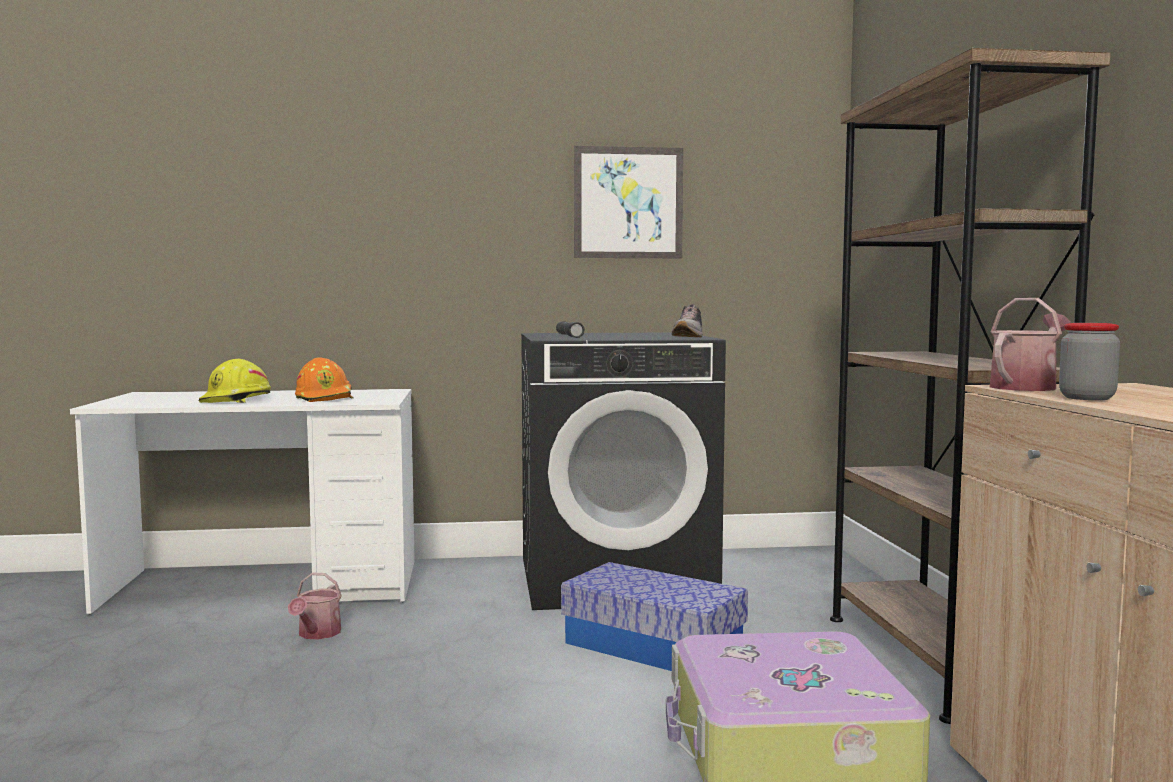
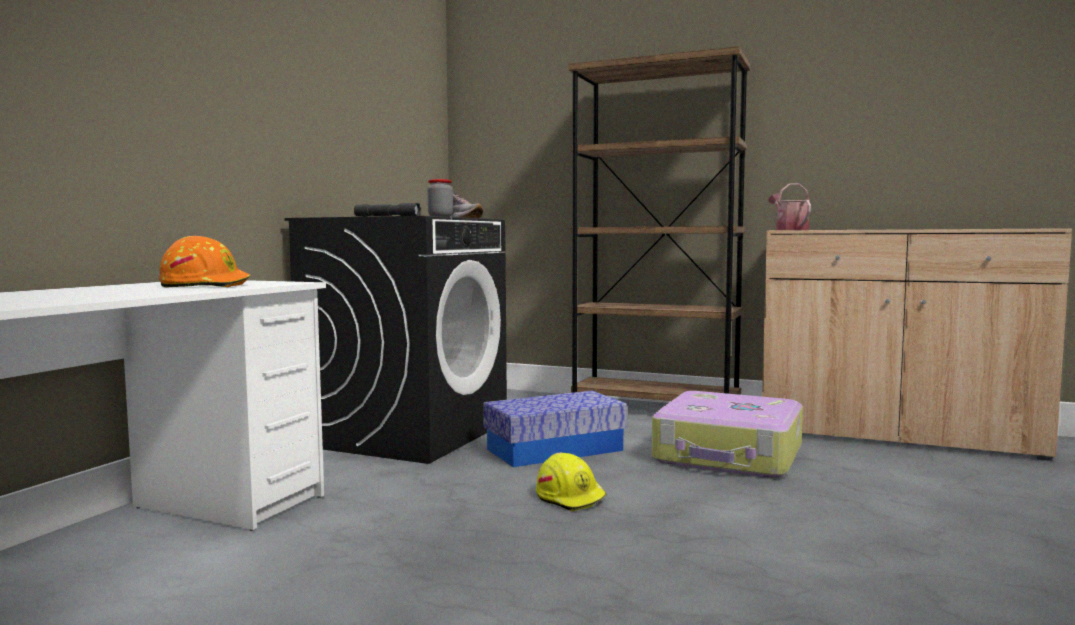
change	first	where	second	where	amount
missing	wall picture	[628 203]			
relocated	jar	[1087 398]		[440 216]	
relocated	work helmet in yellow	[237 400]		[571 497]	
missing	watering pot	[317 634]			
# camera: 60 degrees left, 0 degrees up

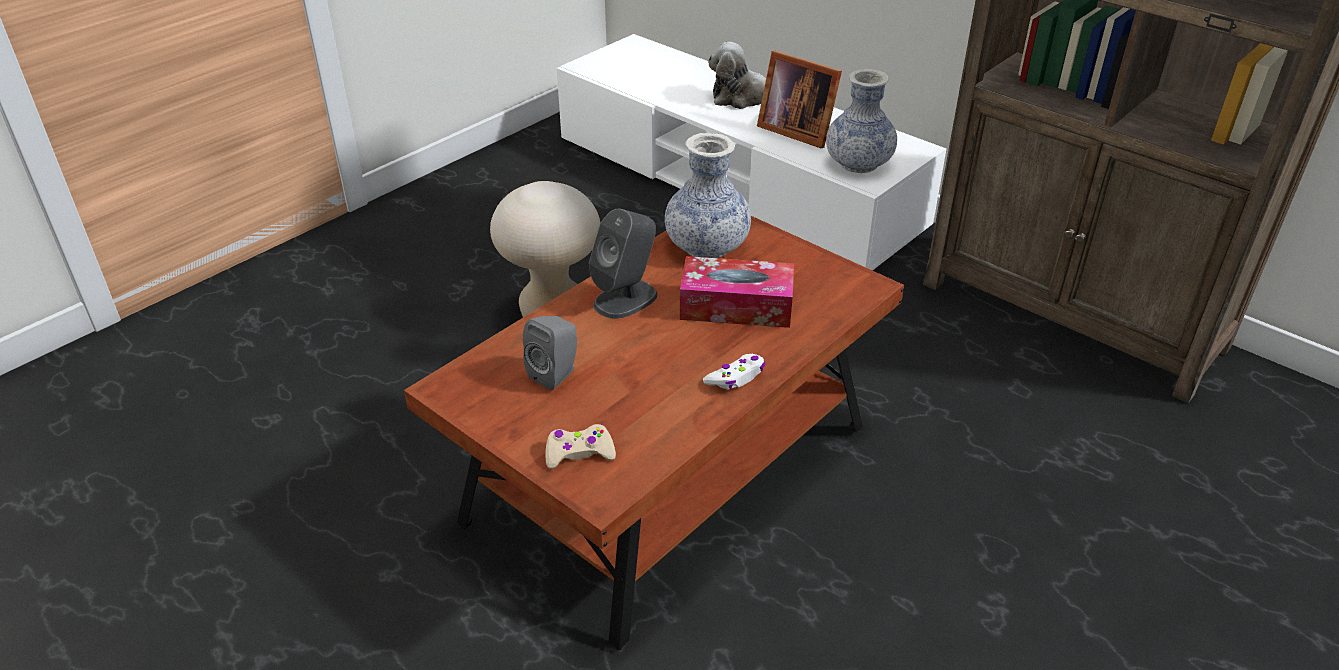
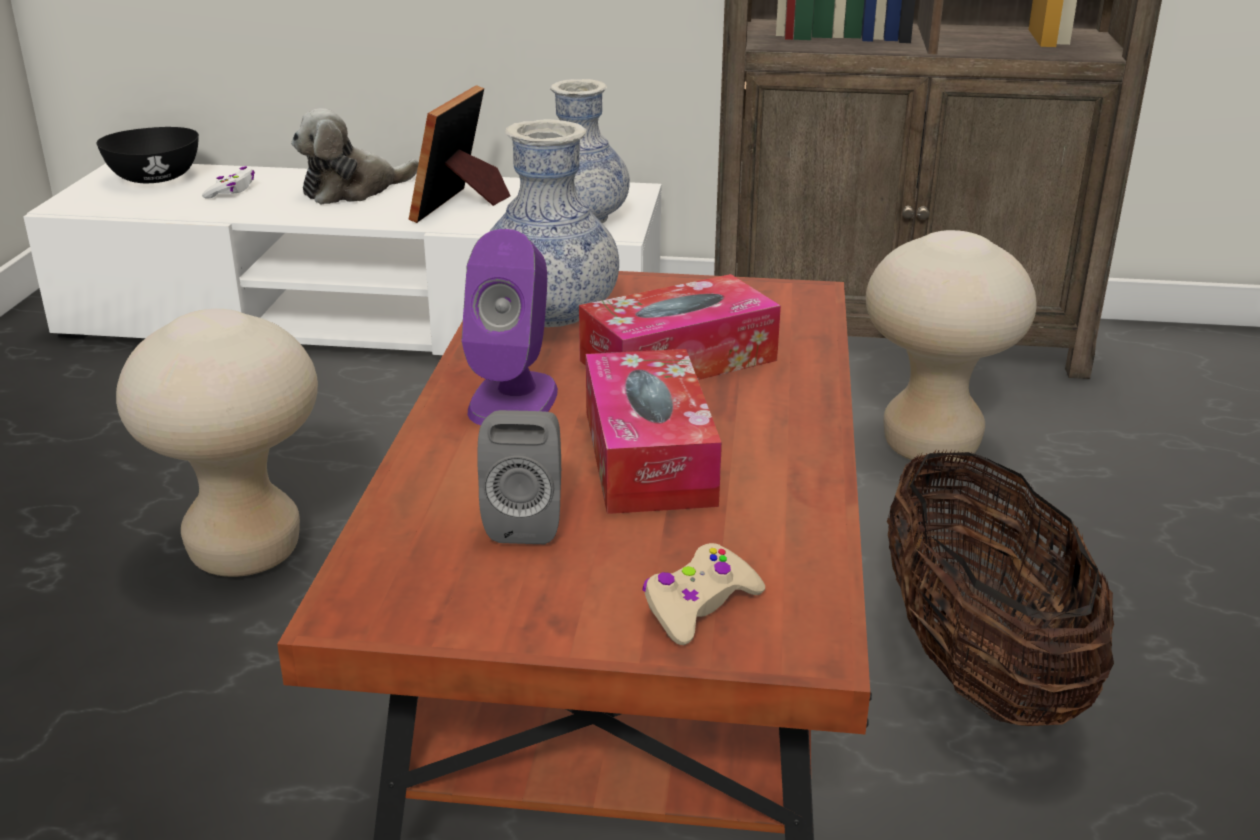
change	first	where	second	where	amount
spun	photo frame	[795 130]		[461 206]	105 degrees clockwise
colour	speaker in greyish	[626 299]	speaker in purple	[513 399]	
relocated	gamepad in whitish	[736 377]		[231 191]	
appeared			bowl in black	[154 179]	
appeared			stool seat in sand-coloured	[930 447]	
appeared			box of tissues	[648 456]	
appeared			basket	[976 666]	
# camera: 35 degrees left, 10 degrees down

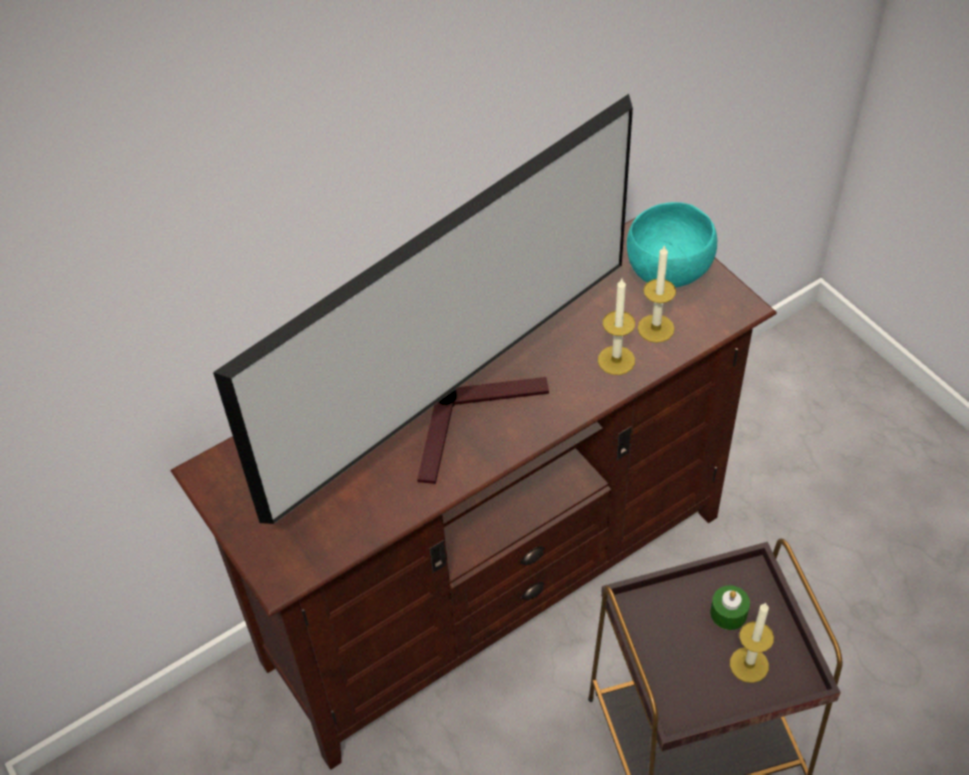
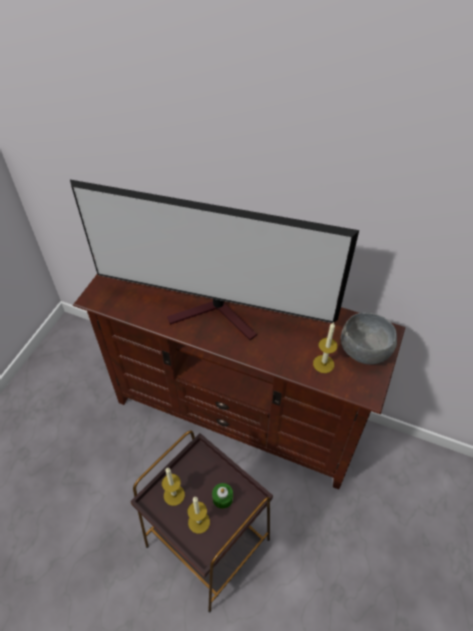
change	first	where	second	where	amount
colour	bowl in blue-green	[669 273]	bowl in greyish	[364 353]	
relocated	candle	[616 360]		[174 495]	
# camera: 55 degrees right, 0 degrees up

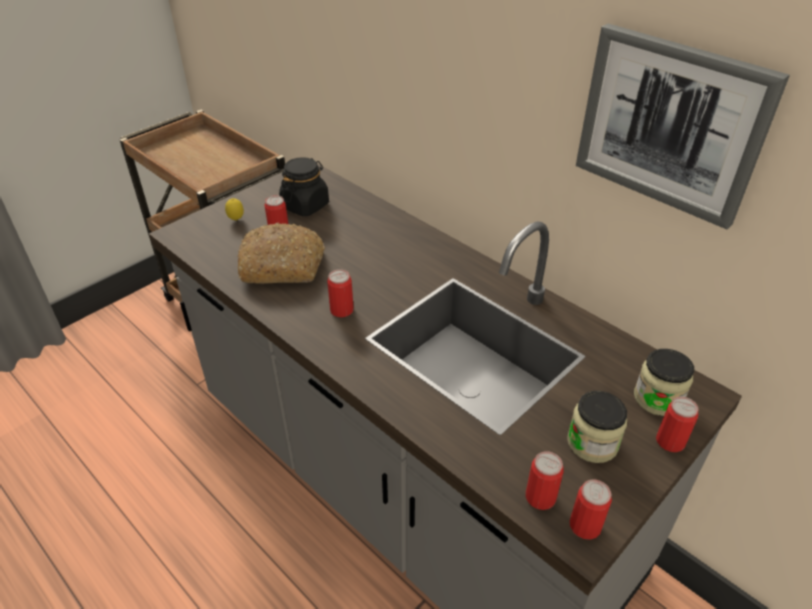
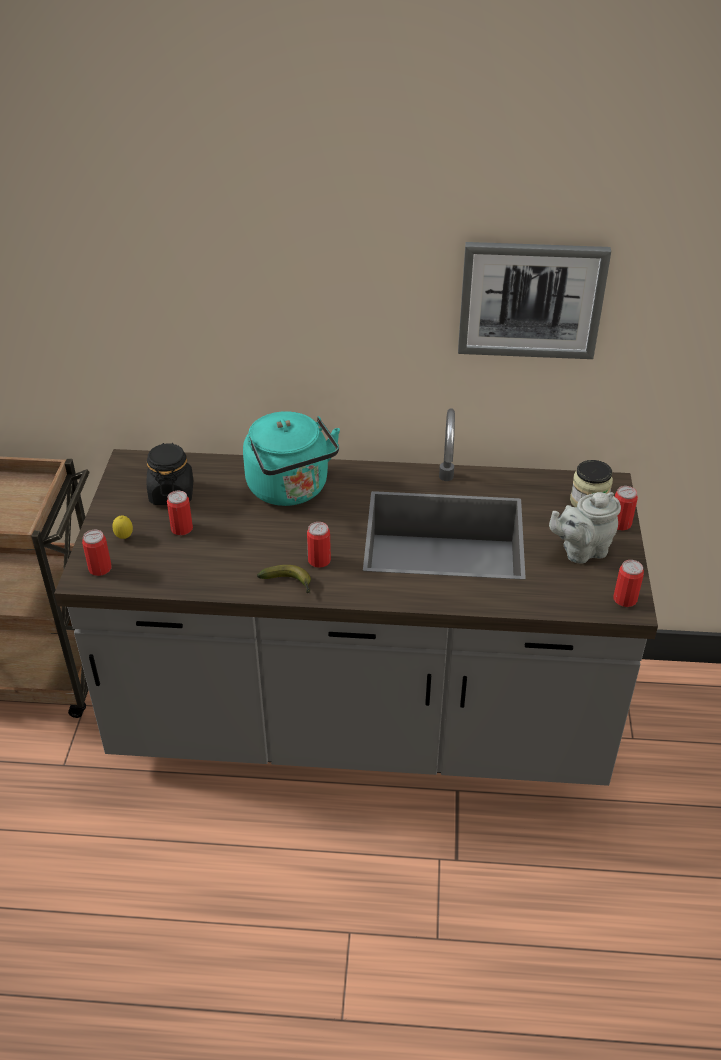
change	first	where	second	where	amount
missing	bread	[283 265]			
exchanged	jar	[592 443]	pot for tea in greyish	[581 551]	
relocated	can	[540 497]		[100 568]	
appeared			water kettle in blue-green	[291 490]	
appeared			banana	[289 583]	
# camera: 40 degrees left, 0 degrees up

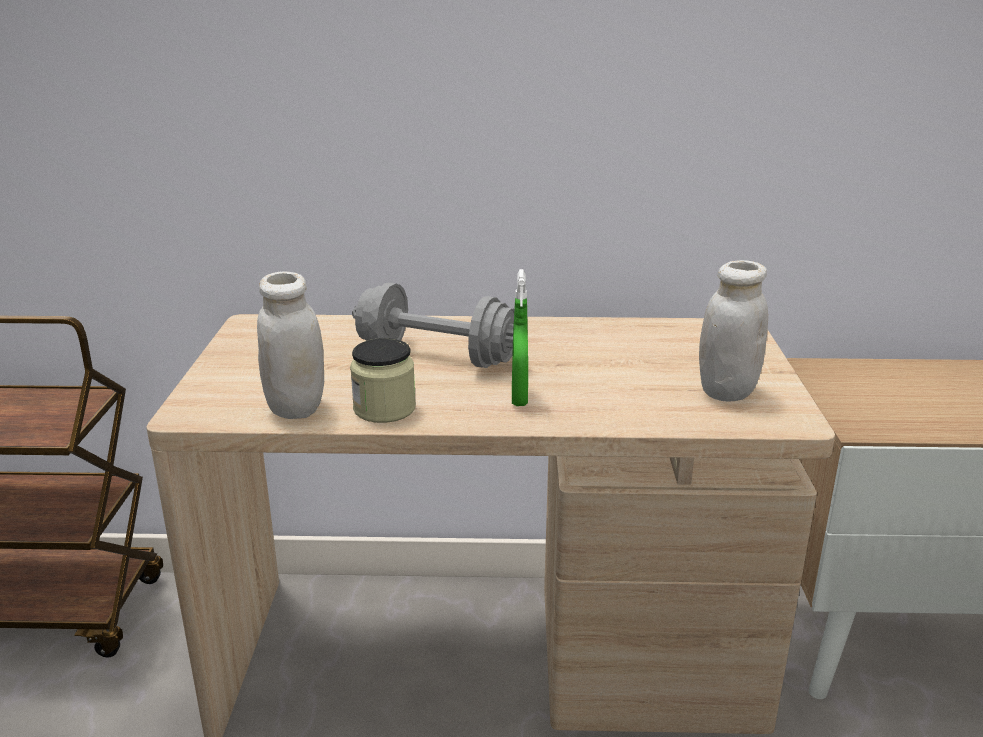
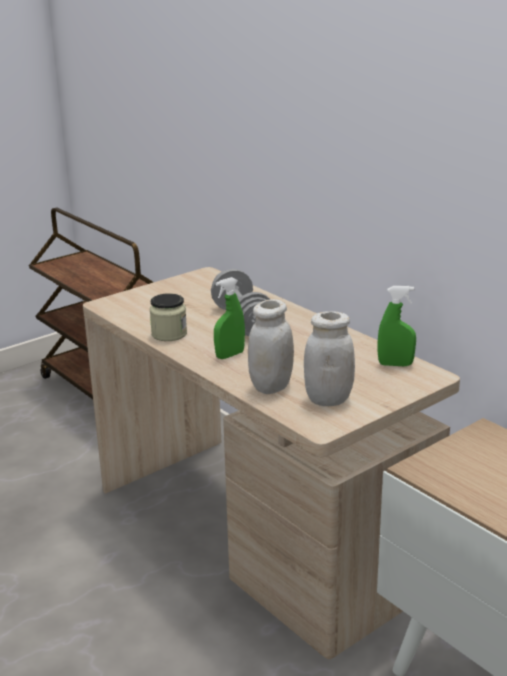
change	first	where	second	where	amount
relocated	jar in whitish	[296 408]		[271 387]	
appeared			hand sprayer in green	[395 364]	
# camera: 50 degrees right, 0 degrees up

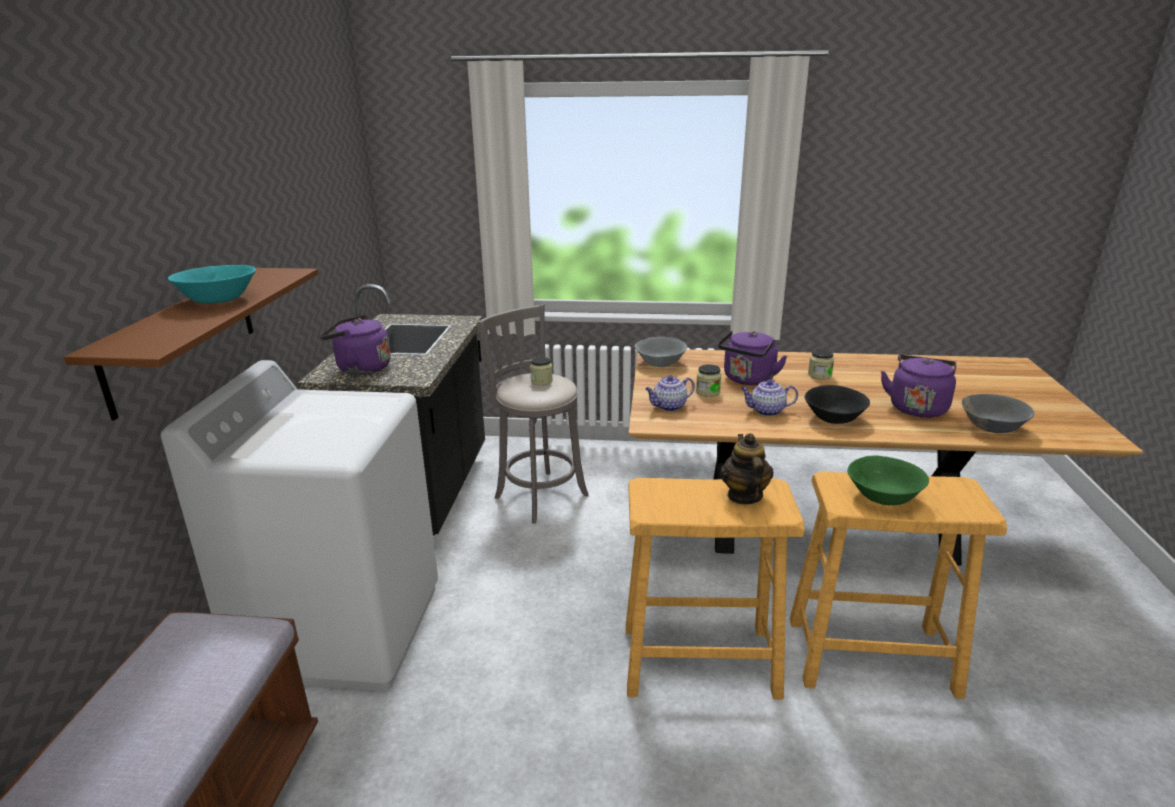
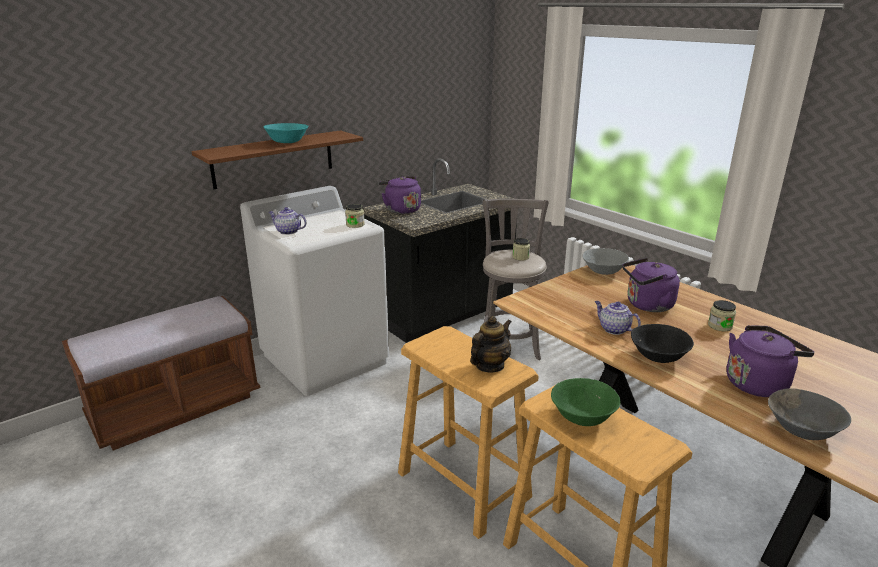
change	first	where	second	where	amount
relocated	jar	[708 392]		[355 225]	
relocated	pot for tea	[669 407]		[288 231]	
# camera: 45 degrees right, 0 degrees up

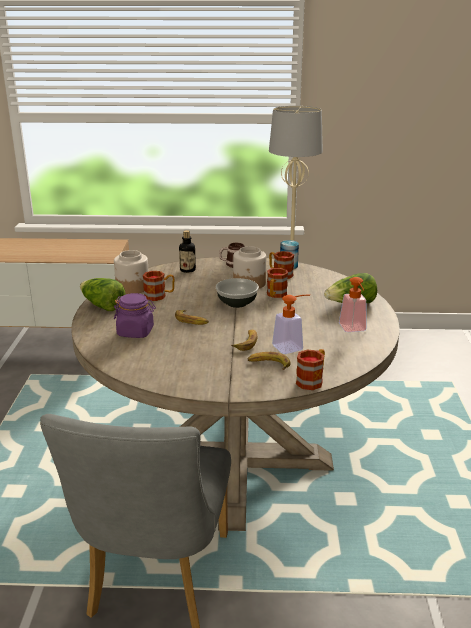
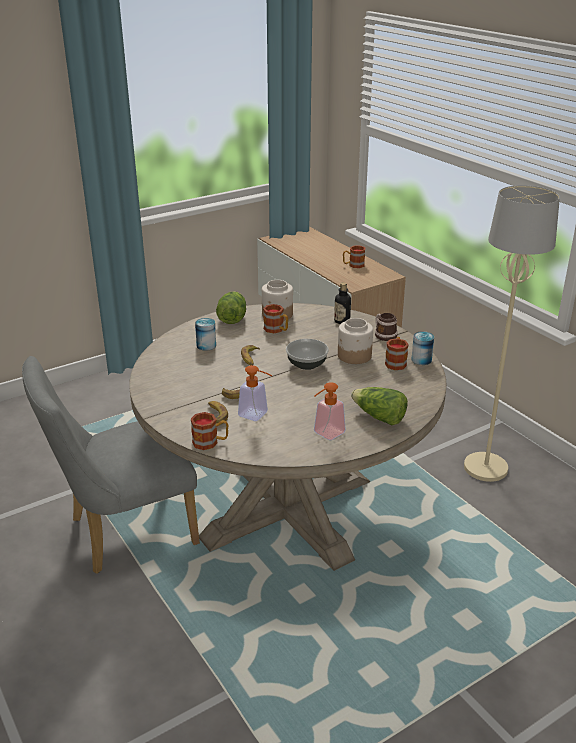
change	first	where	second	where	amount
relocated	mug	[275 295]		[353 265]	
exchanged	jar in purple	[136 332]	can	[206 345]	
# camera: 55 degrees right, 5 degrees up

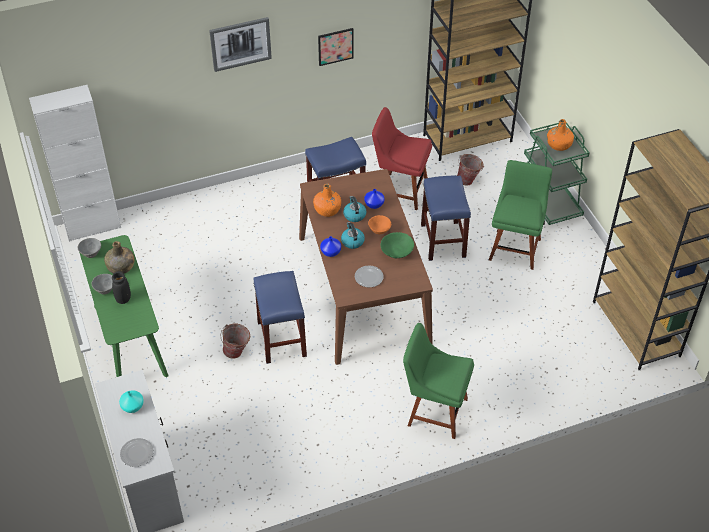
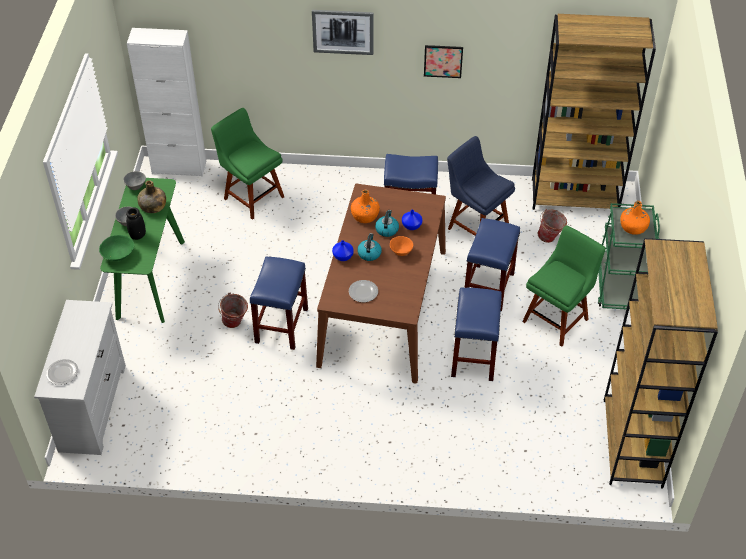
change	first	where	second	where	amount
colour	chair in red	[399 190]	chair in blue	[476 225]	
relocated	bowl in green	[397 252]		[118 254]	
relocated	chair in green	[434 411]		[252 196]	
missing	flower vase in blue-green	[133 407]			
appeared			stool seat in blue	[474 357]	
# camera: 25 degrees right, 0 degrees up

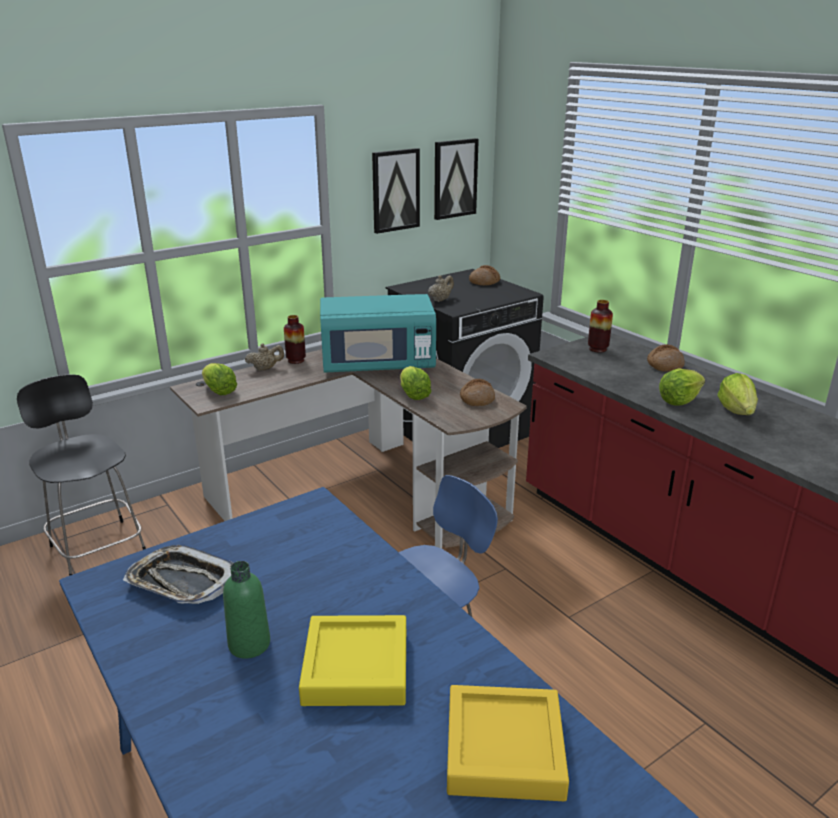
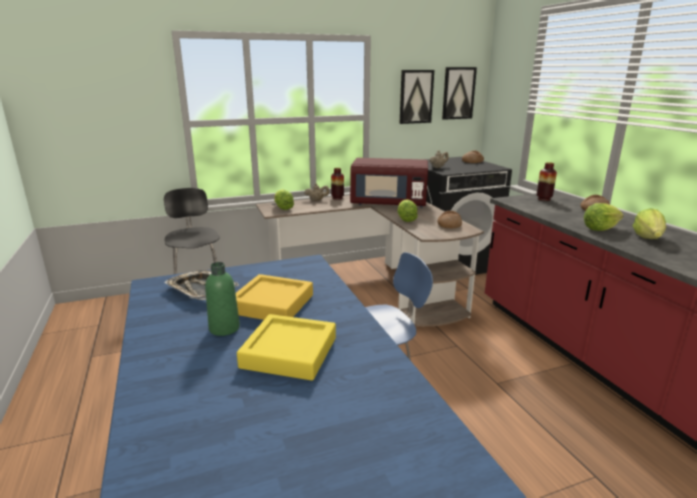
change	first	where	second	where	amount
colour	microwave in blue-green	[378 365]	microwave in red	[389 204]	
relocated	carrying tray in yellow	[504 749]		[272 304]	
# camera: 15 degrees right, 5 degrees down

